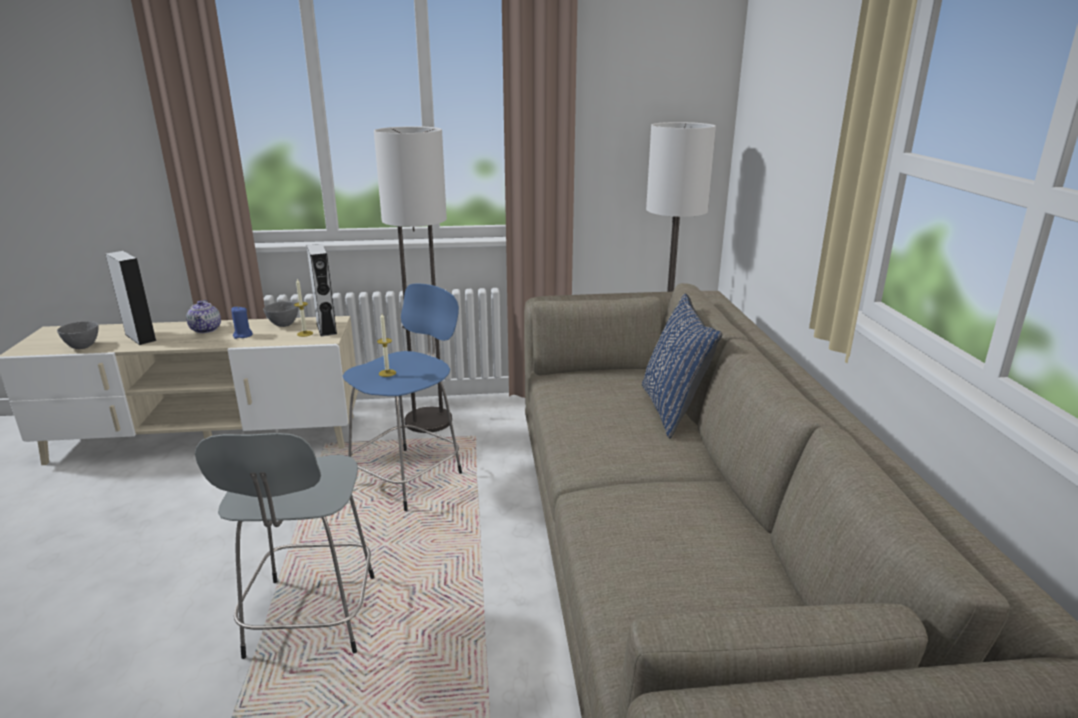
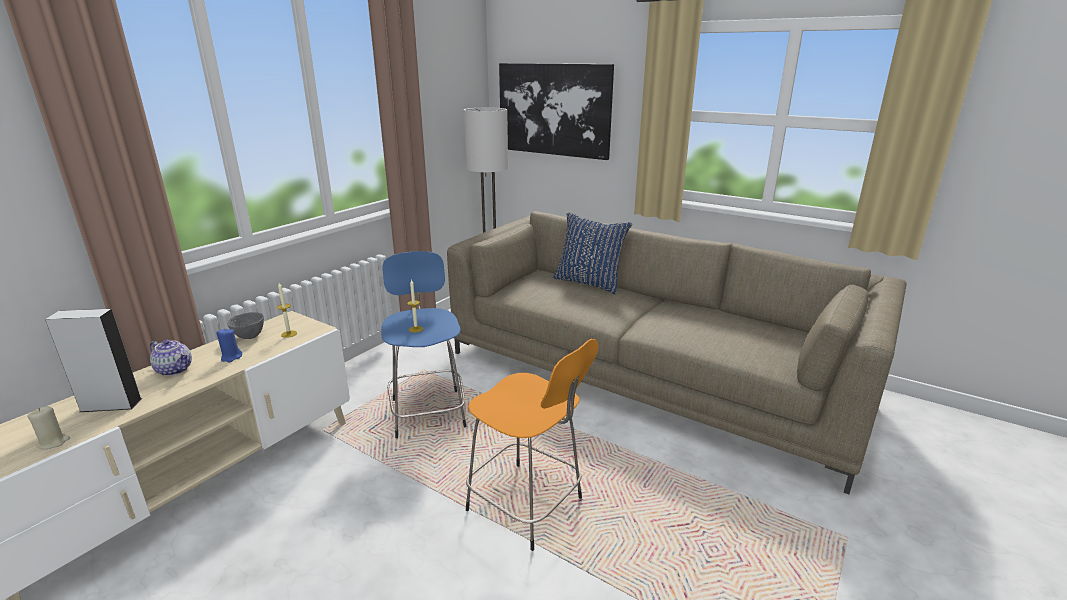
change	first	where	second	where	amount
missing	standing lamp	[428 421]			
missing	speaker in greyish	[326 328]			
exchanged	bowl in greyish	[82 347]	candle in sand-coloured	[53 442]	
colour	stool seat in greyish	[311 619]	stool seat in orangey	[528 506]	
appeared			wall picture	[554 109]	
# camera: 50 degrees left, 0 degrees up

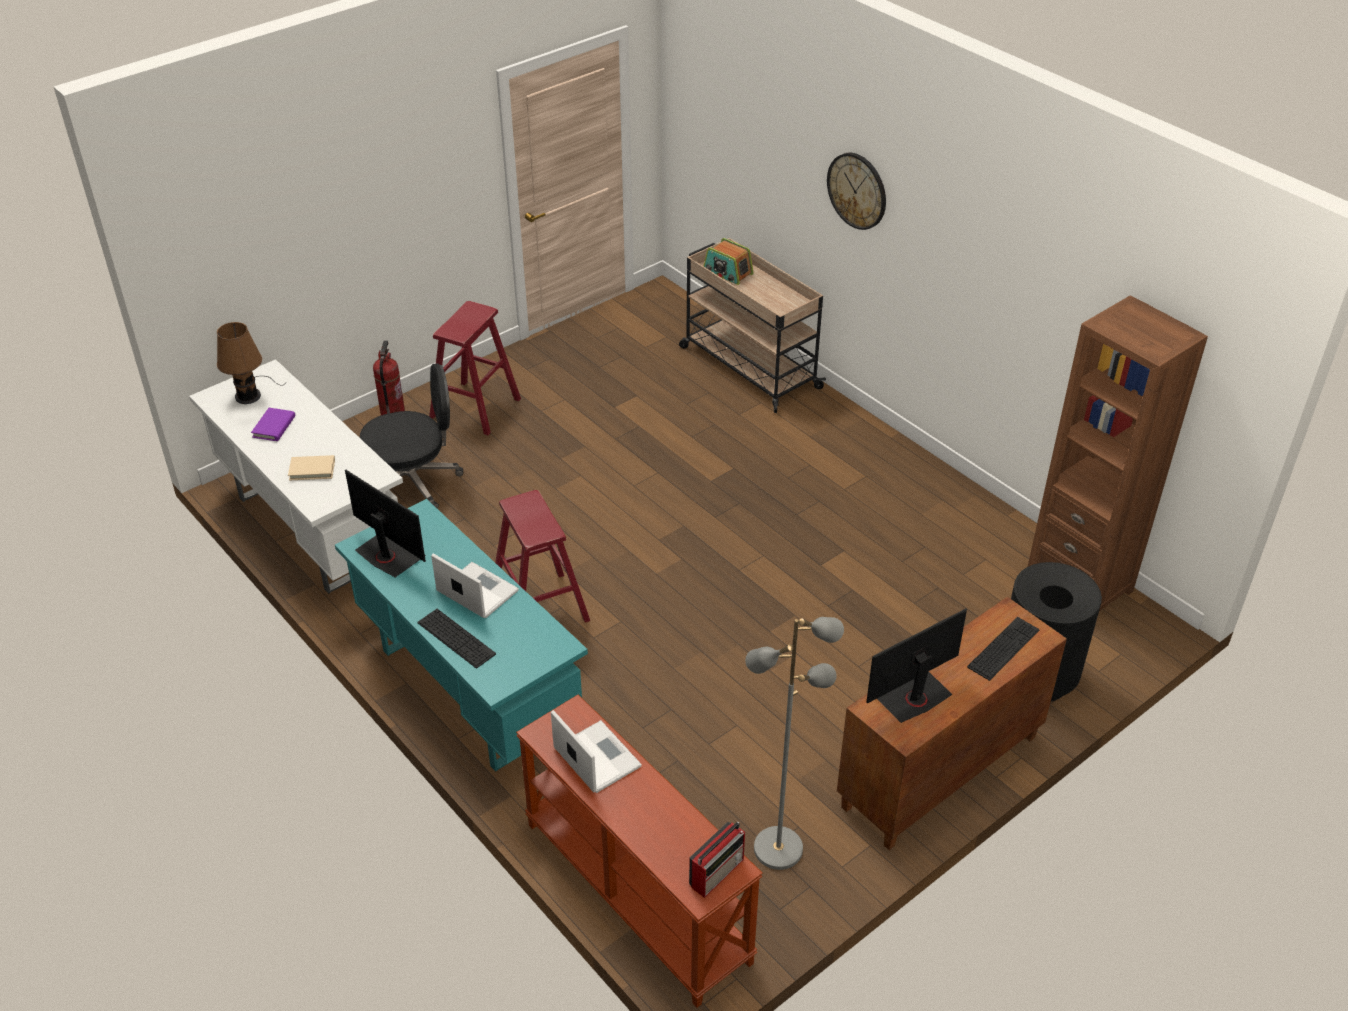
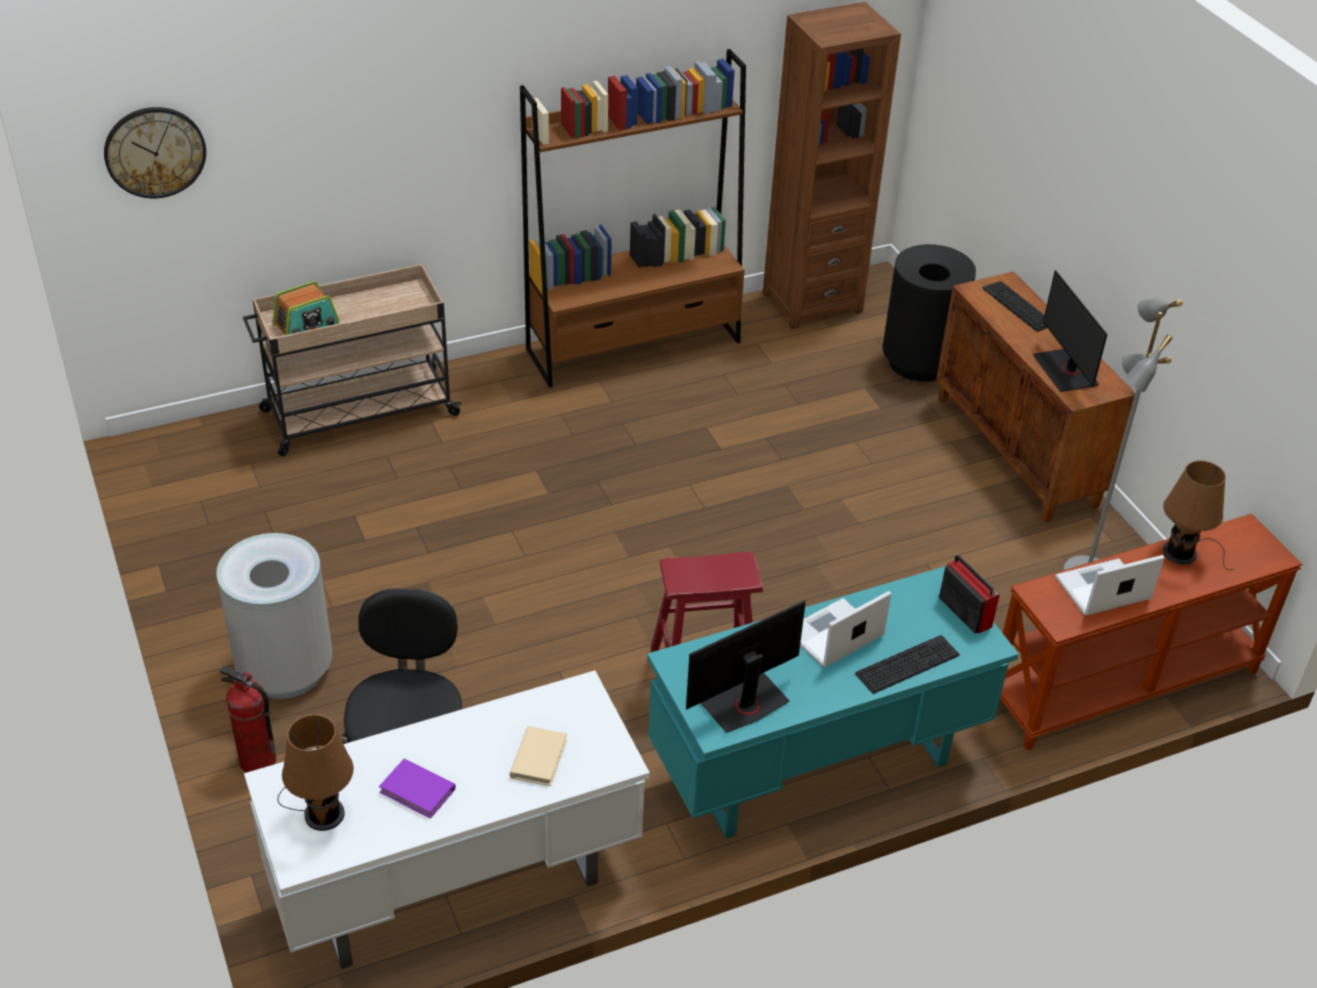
change	first	where	second	where	amount
relocated	hanging clock	[857 190]		[155 152]	
exchanged	stool seat in red	[475 407]	waste bin in greyish	[285 670]	
relocated	radio	[717 872]		[964 611]	
appeared			shelving unit in brown	[634 346]	
appeared			lamp for a table in brown	[1183 553]	
# camera: 75 degrees left, 0 degrees up

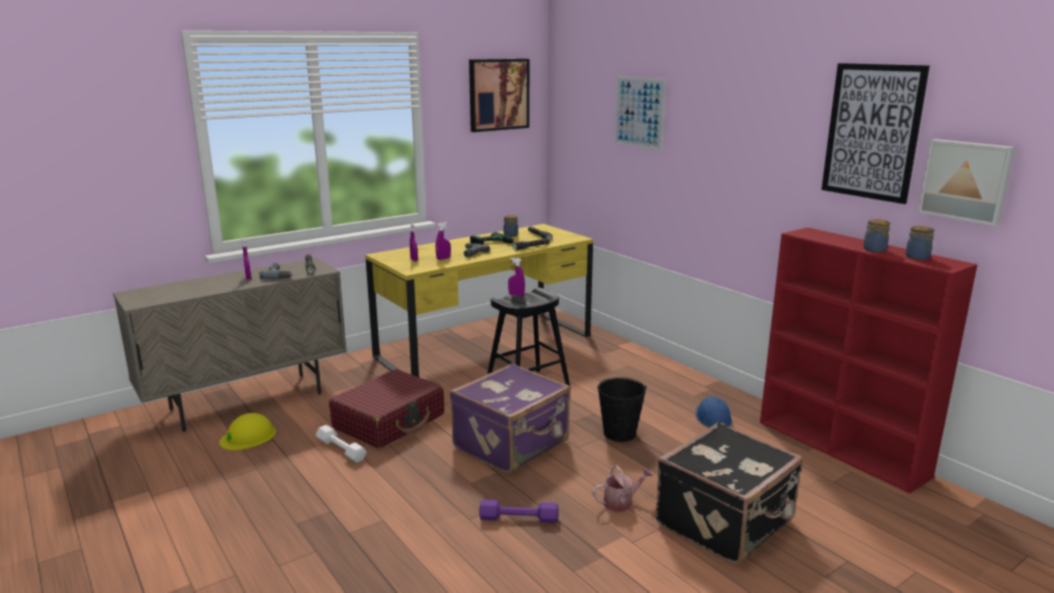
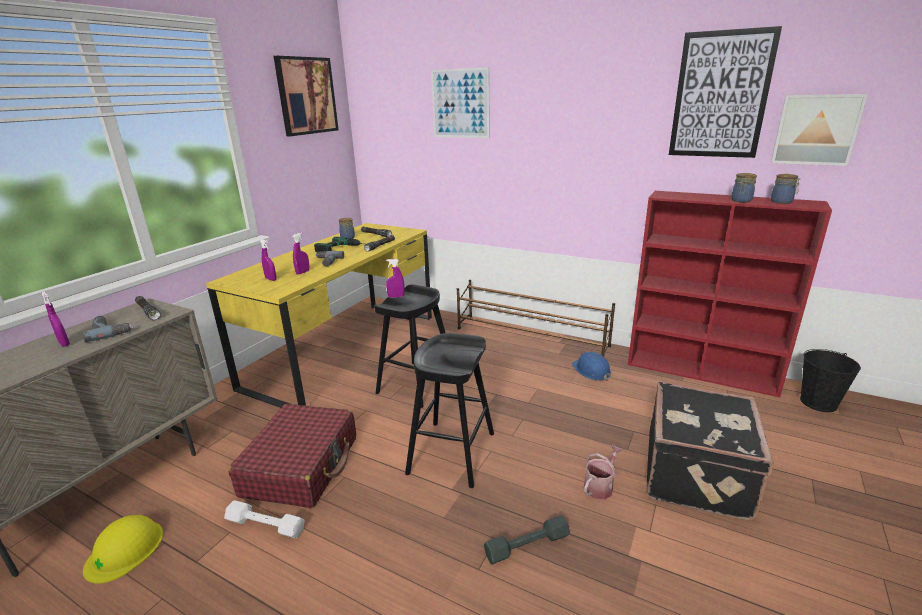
change	first	where	second	where	amount
exchanged	travel case in purple	[513 445]	stool seat in black	[451 453]	
relocated	water bucket in black	[619 433]		[818 403]	
colour	dumbbell in purple	[519 518]	dumbbell in greyish	[527 545]	
appeared			shoe stand in brown	[531 337]	
# camera: 25 degrees left, 5 degrees up

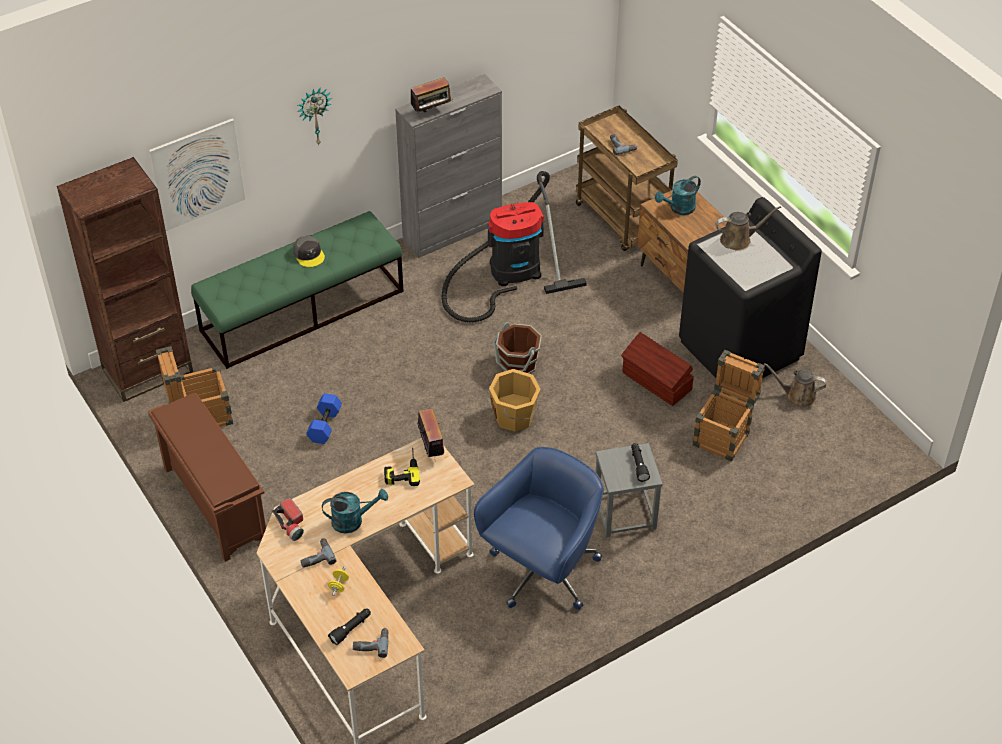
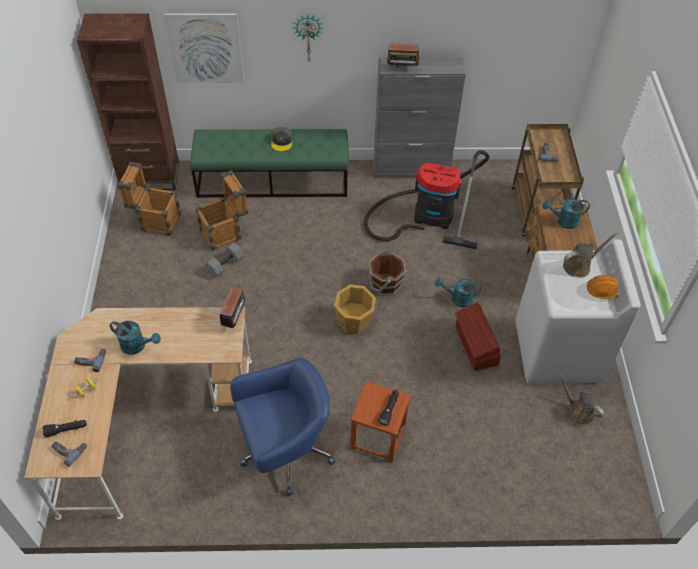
change	first	where	second	where	amount
colour	laundry appliance in black	[740 350]	laundry appliance in whitish	[557 352]	
spun	watering pot in brown	[738 240]		[579 266]	45 degrees counterclockwise
relocated	crate	[724 434]		[225 232]	
missing	shoe stand in brown	[213 503]			
colour	dumbbell in blue	[324 425]	dumbbell in greyish	[225 264]	
colour	stool seat in greyish	[624 513]	stool seat in brown	[377 437]	
missing	power drill	[401 469]			
missing	flashlight	[291 524]			
appeared			work helmet in orangey	[603 290]	
appeared			watering pot in blue-green	[458 299]	
# camera: 30 degrees right, 5 degrees up

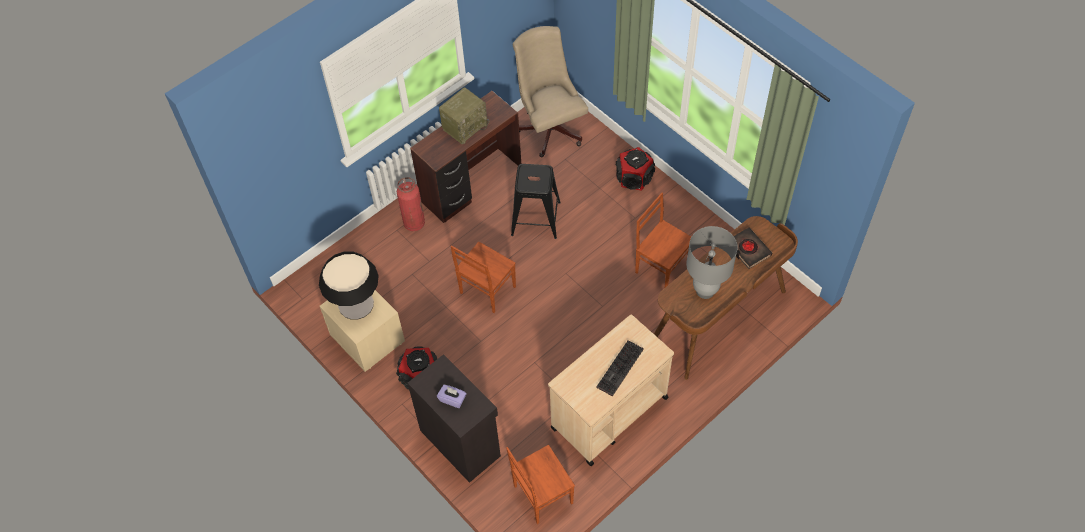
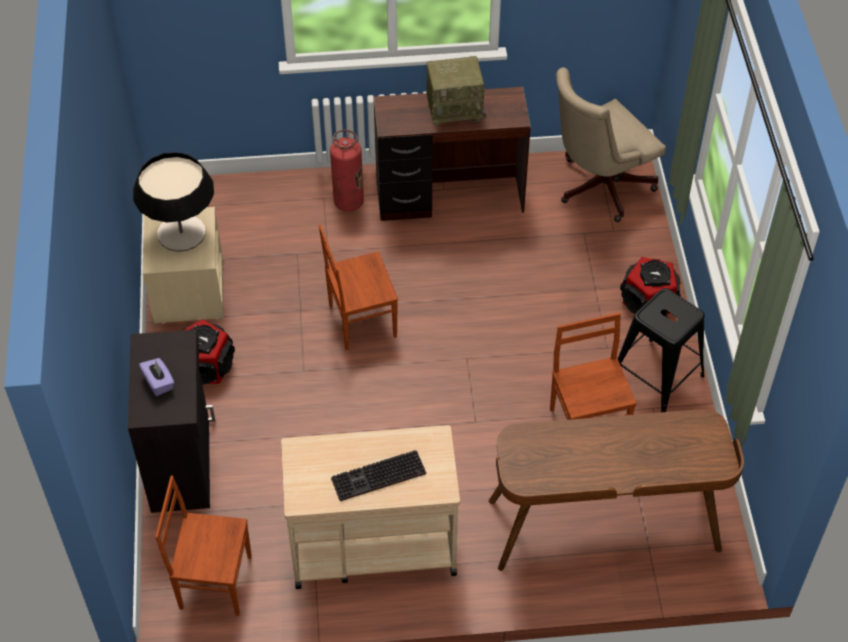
change	first	where	second	where	amount
spun	office chair in sand-coloured	[549 126]		[598 187]	135 degrees counterclockwise
relocated	stool seat in black	[536 218]		[657 377]	
missing	lamp for a table in greyish	[705 291]			
missing	book in black	[748 250]			
# camera: 35 degrees right, 5 degrees down

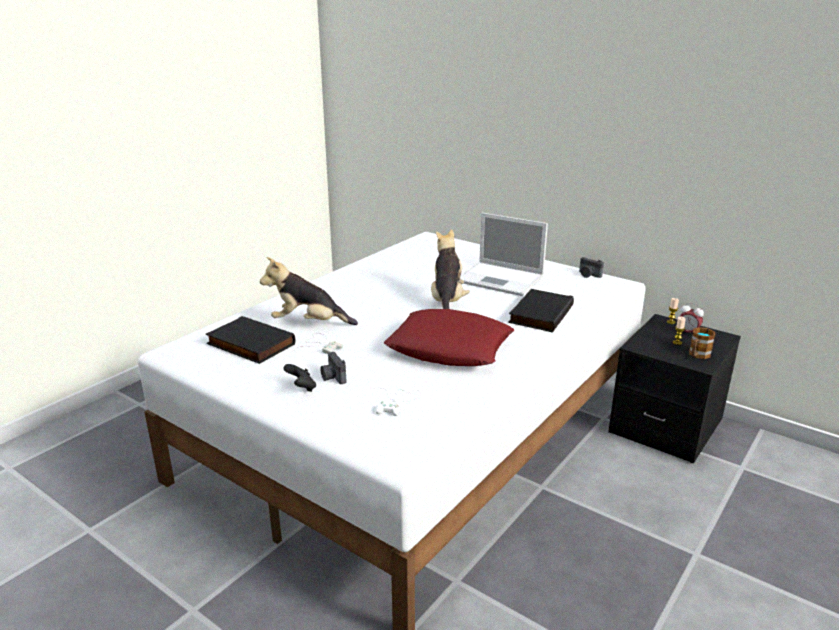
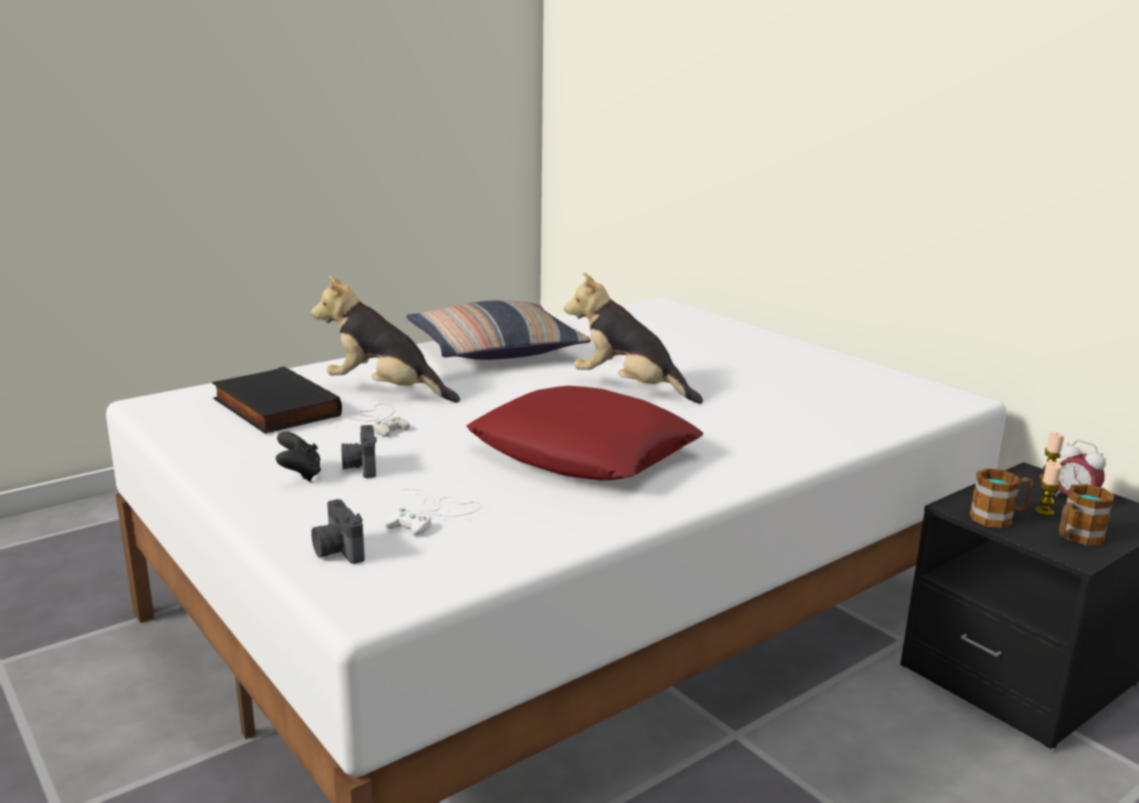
change	first	where	second	where	amount
missing	laptop	[502 279]			
spun	soft toy	[447 301]		[629 388]	75 degrees counterclockwise
relocated	photo camera	[588 275]		[337 551]	
missing	book in black	[539 314]			
appeared			pillow	[495 350]	
appeared			mug	[999 517]	
# camera: 15 degrees right, 5 degrees down

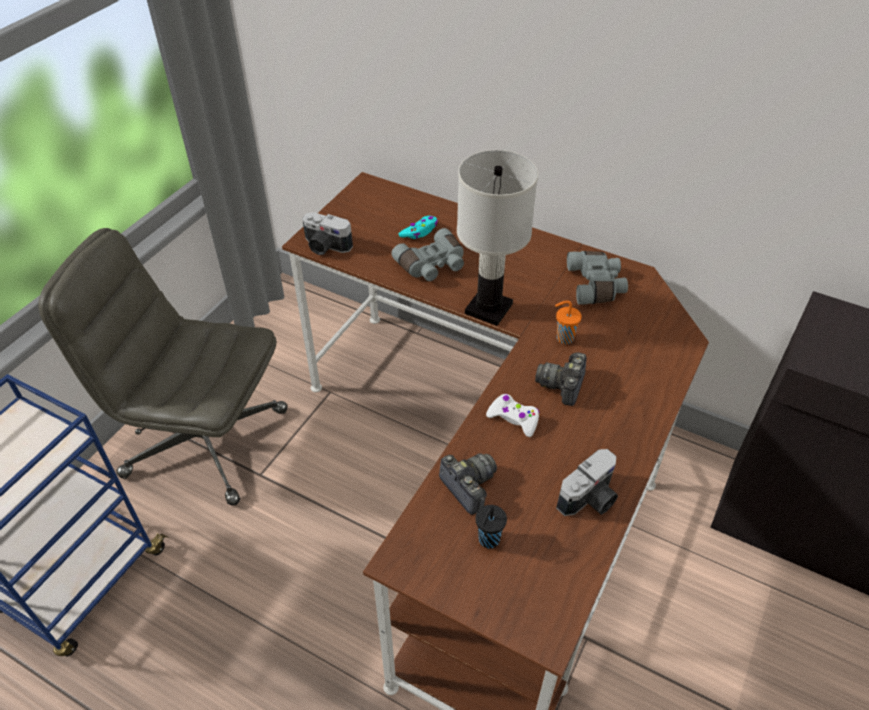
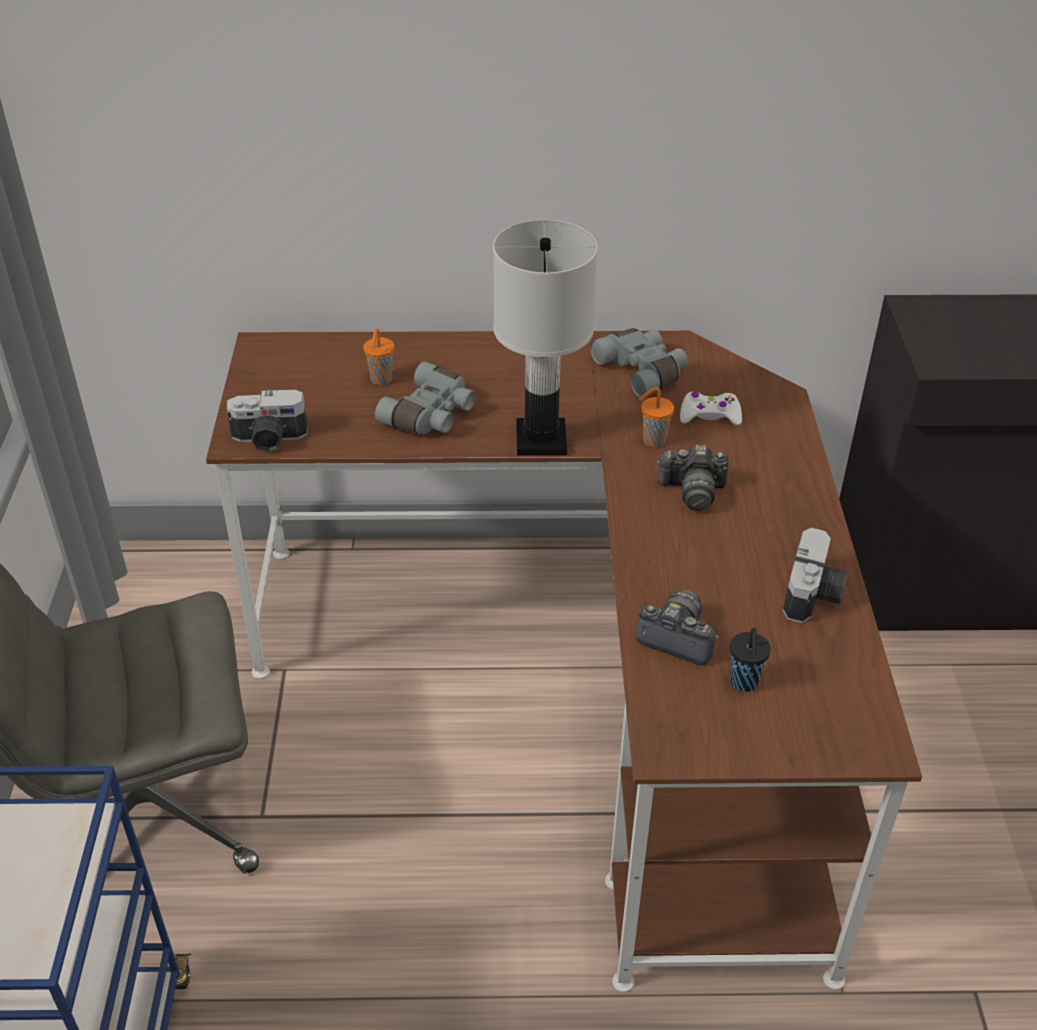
change	first	where	second	where	amount
exchanged	gamepad in blue-green	[420 231]	small cup in orangey	[381 380]	
spun	photo camera	[562 385]		[692 491]	75 degrees counterclockwise
relocated	gamepad in whitish	[514 418]		[709 415]	
# camera: 30 degrees left, 5 degrees down

